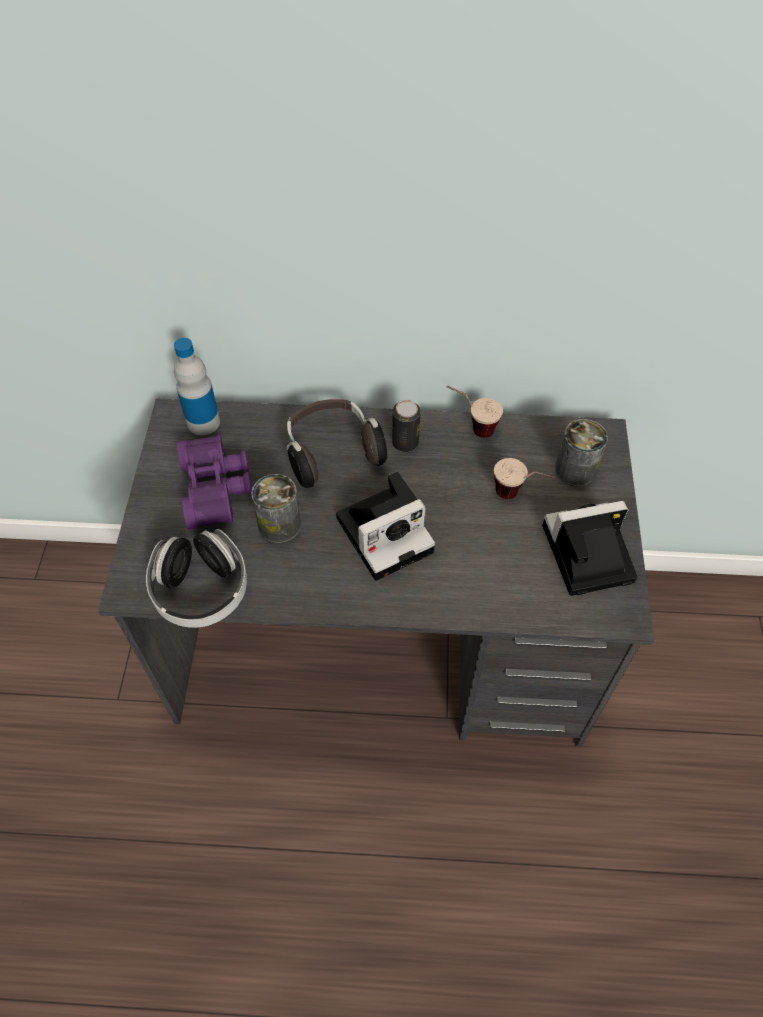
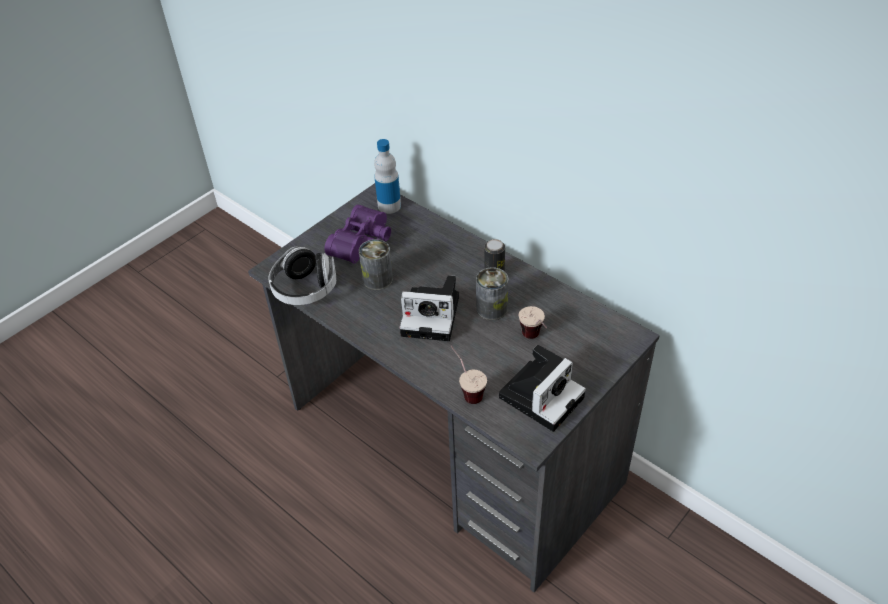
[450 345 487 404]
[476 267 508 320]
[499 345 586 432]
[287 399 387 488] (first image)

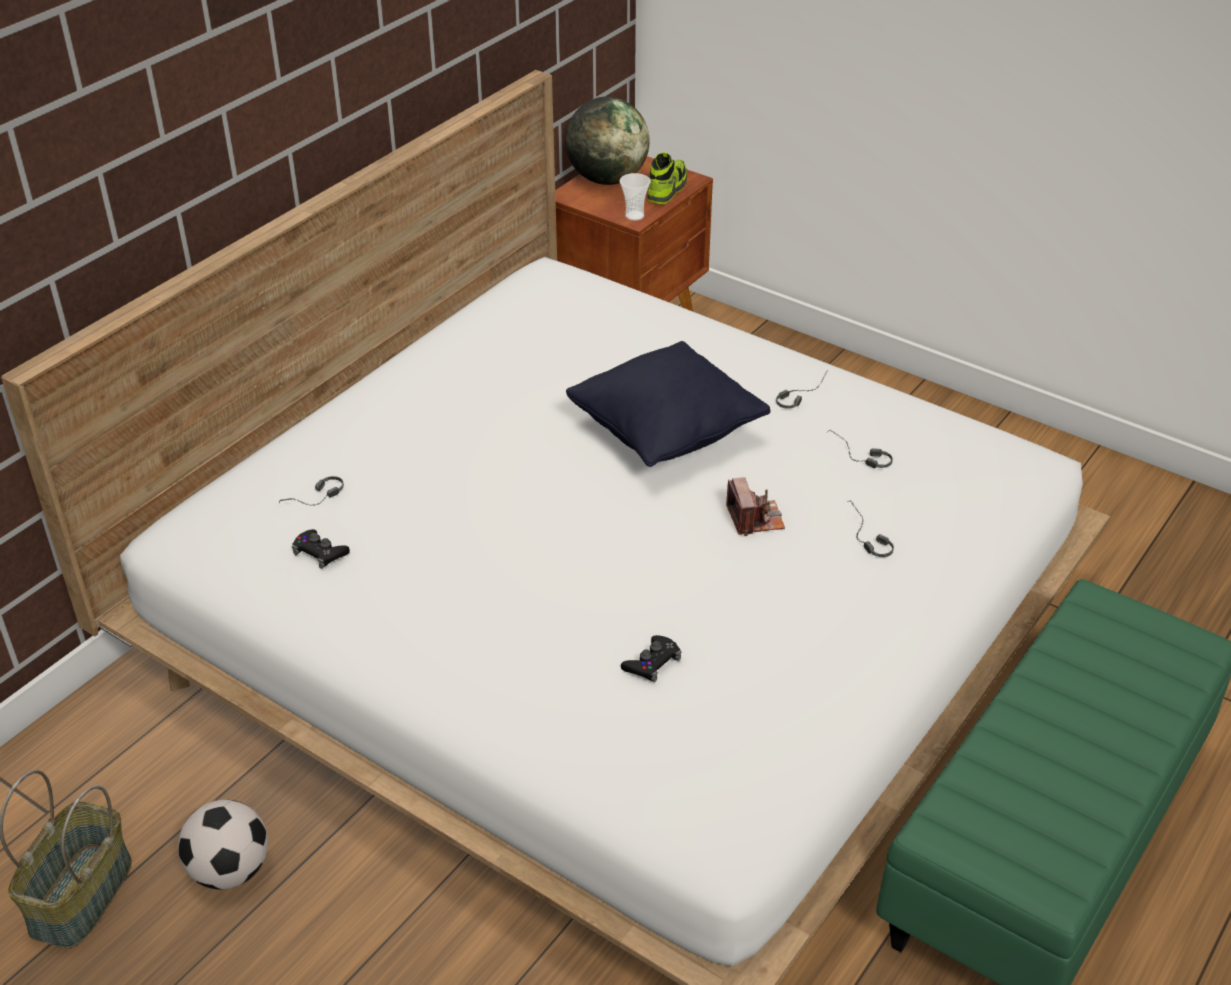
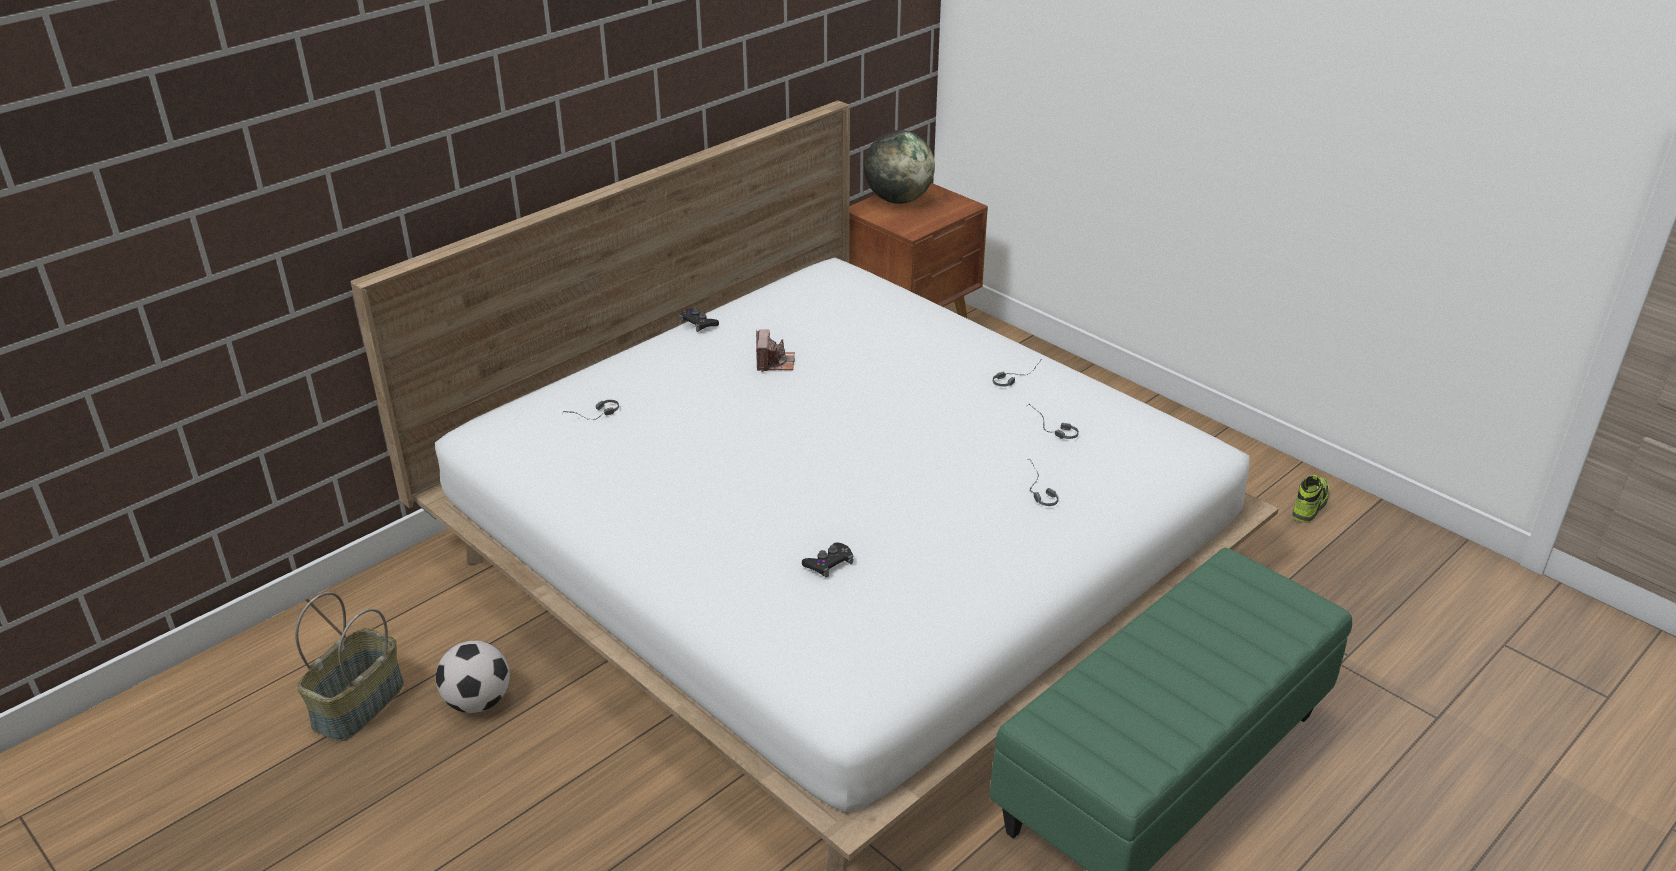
[679 308 719 332]
[756 329 795 372]
[1292 475 1329 523]
[566 341 770 467] (first image)
[620 173 651 221] (first image)

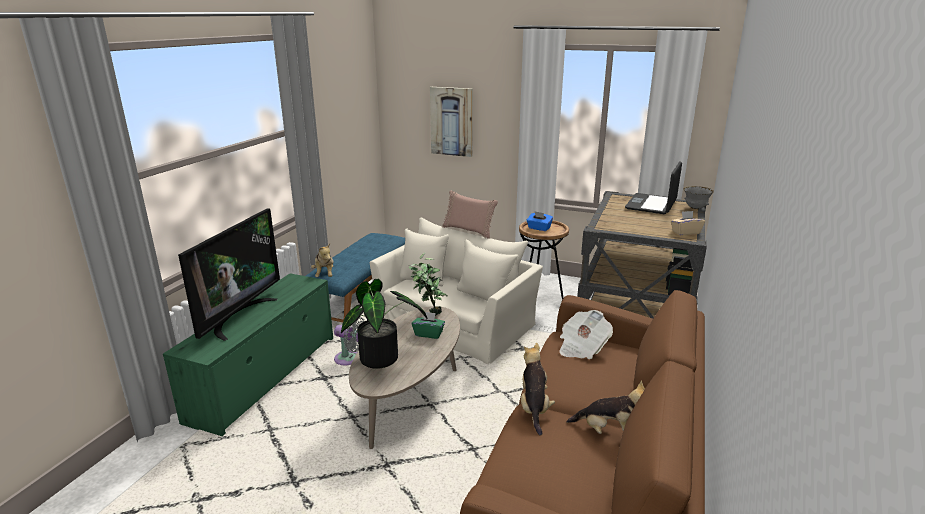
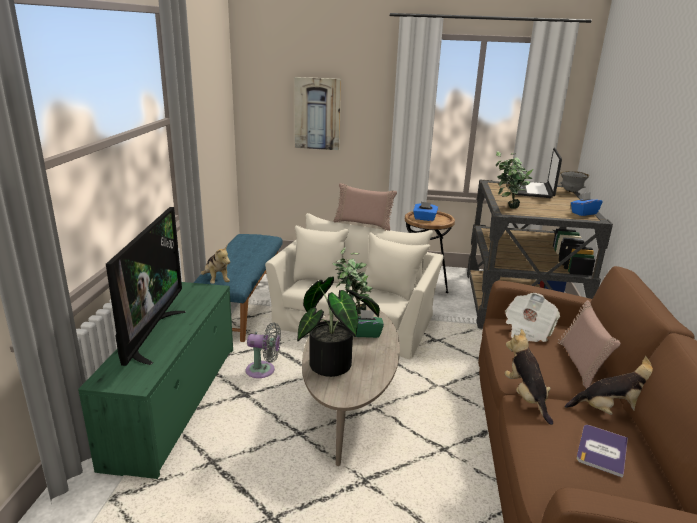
[496 151 533 209]
[558 300 621 389]
[571 192 603 216]
[576 425 628 478]

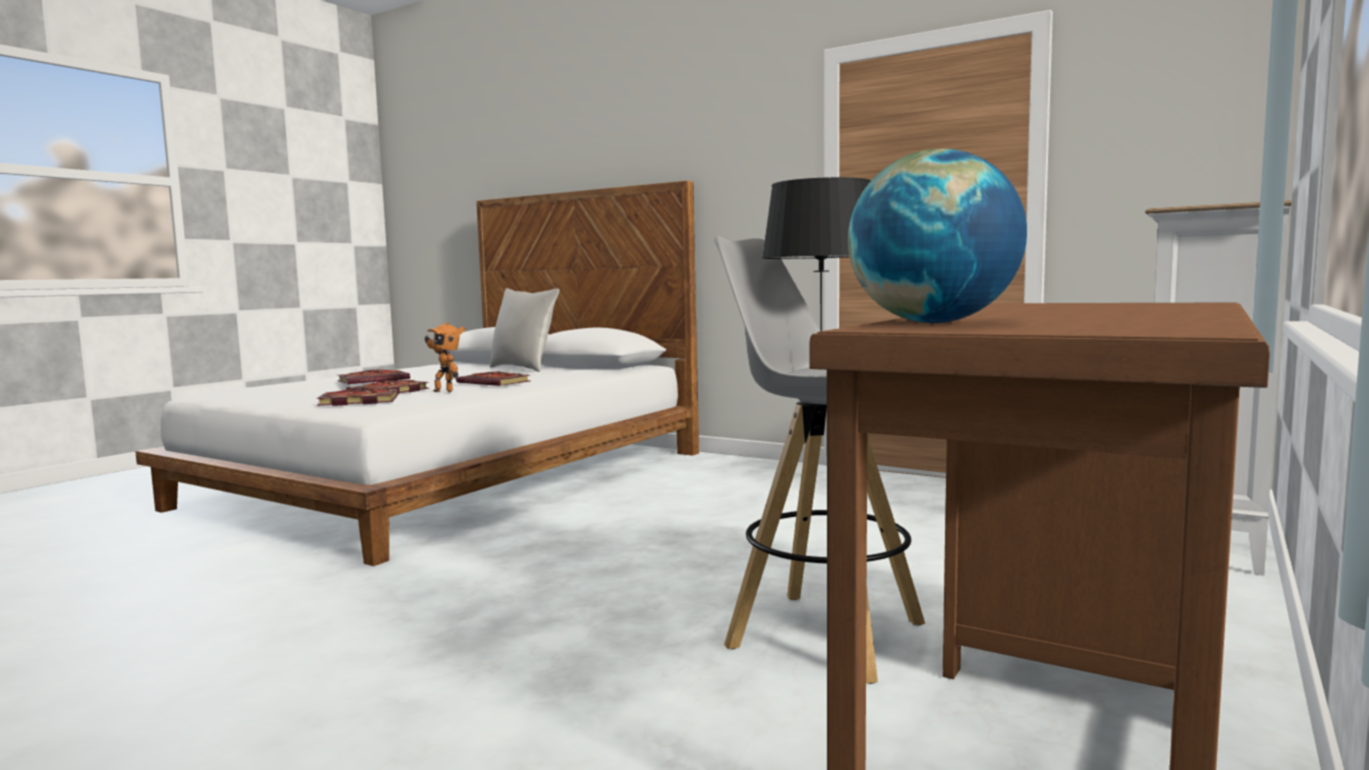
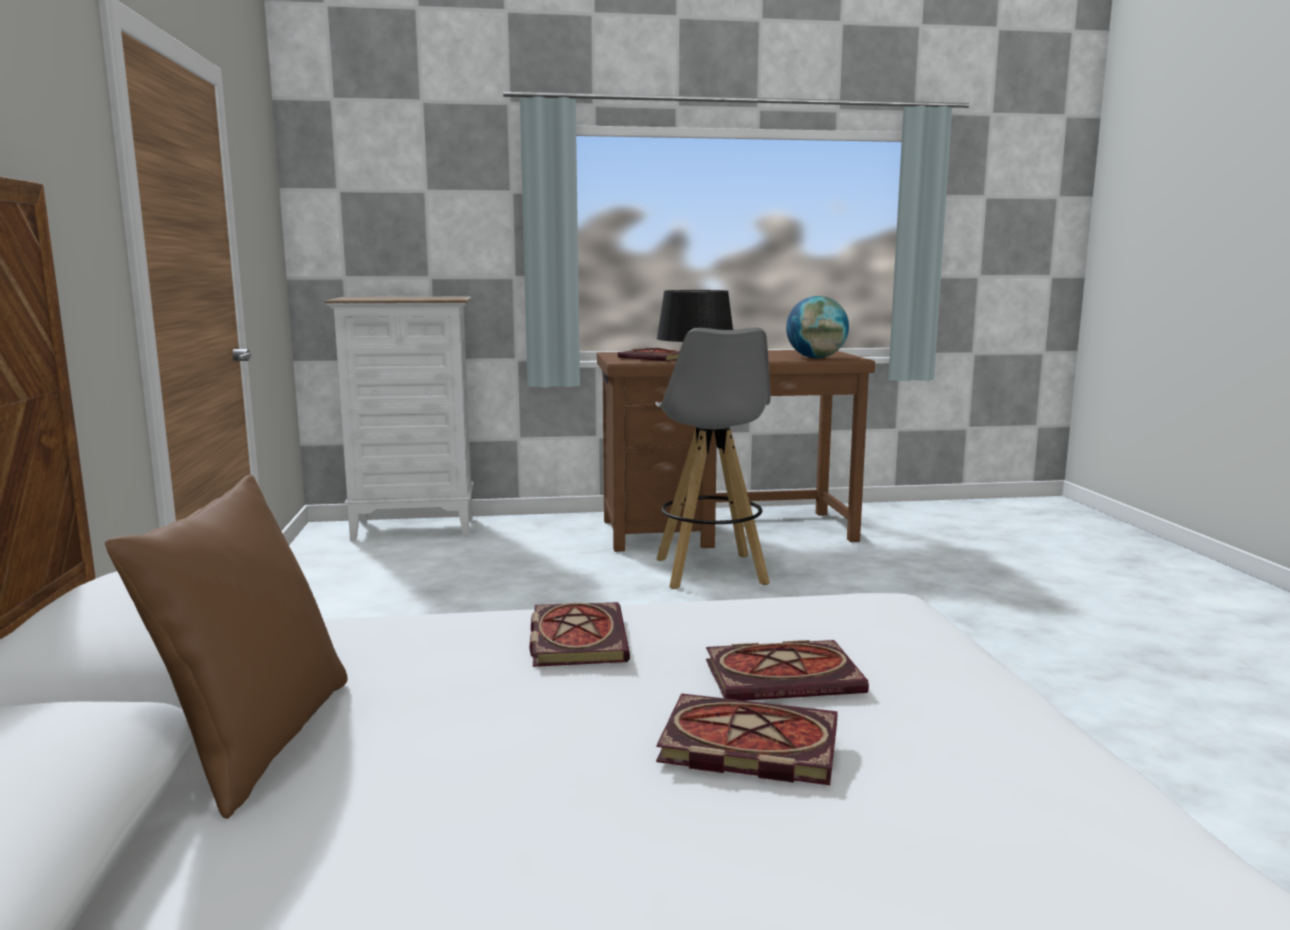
[105 475 348 819]
[618 348 680 361]
[424 322 465 392] (first image)

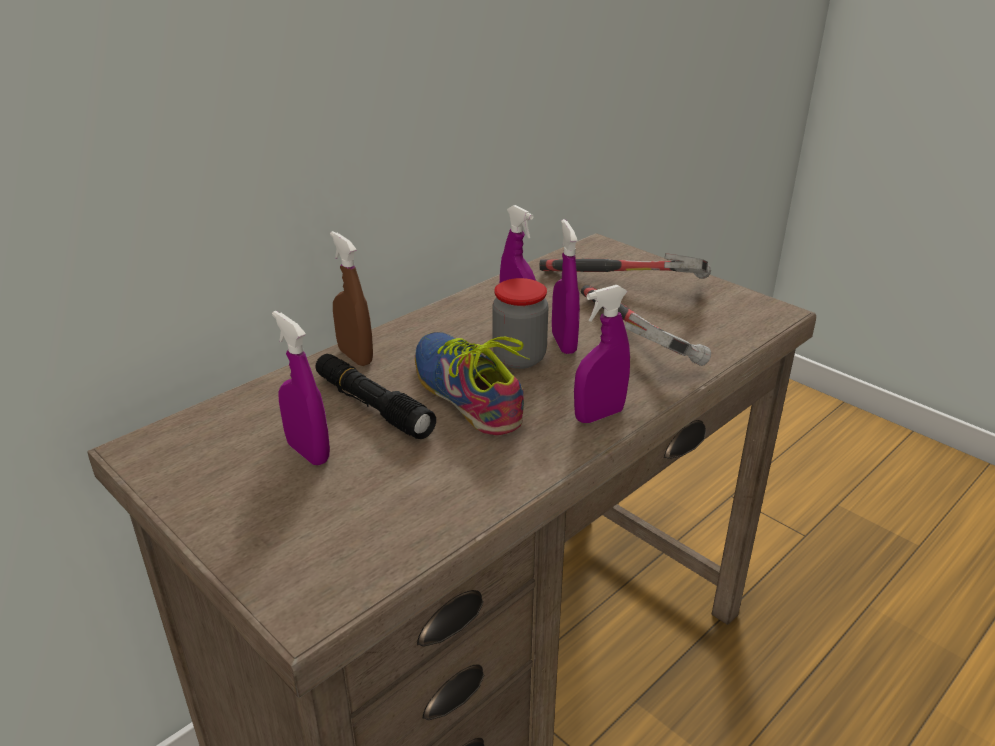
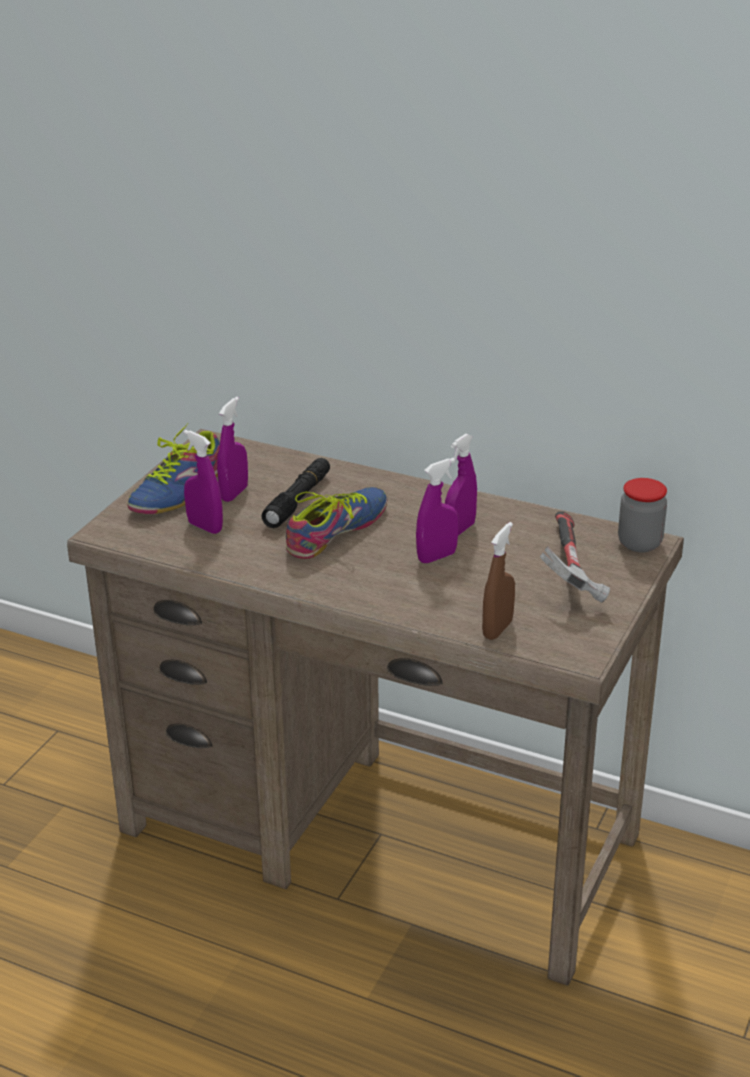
[127 423 220 514]
[184 430 223 534]
[482 522 515 640]
[618 478 667 552]
[581 285 711 366] (first image)

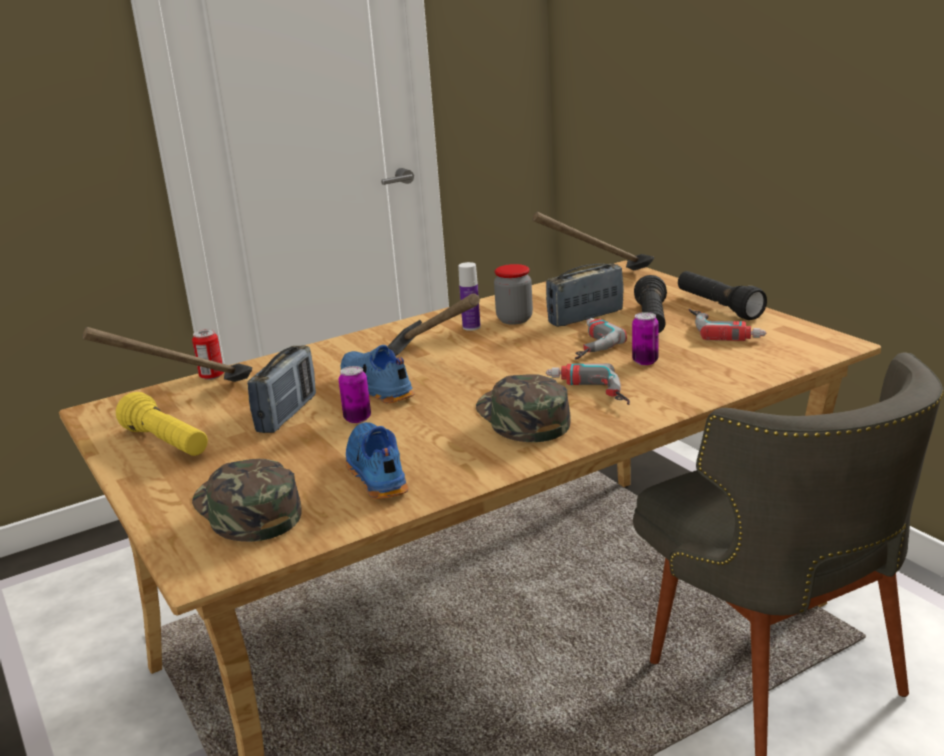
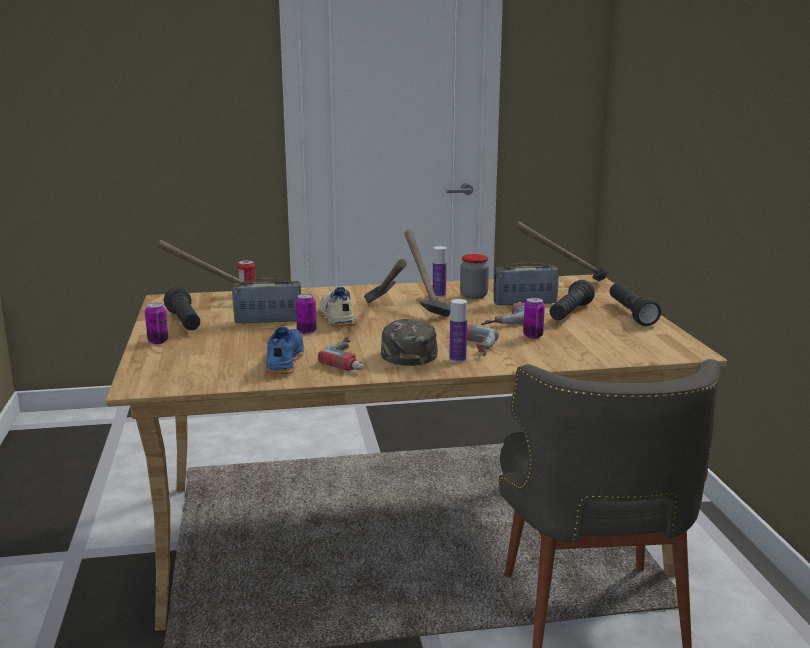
[145 302 168 344]
[164 287 200 330]
[232 278 301 324]
[318 337 364 371]
[319 286 356 327]
[404 230 451 317]
[449 299 467 363]
[192 459 302 542] (first image)

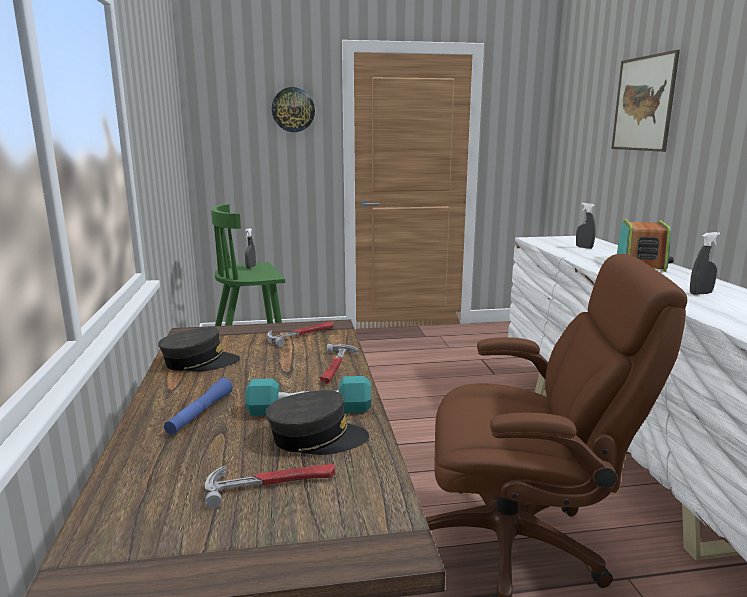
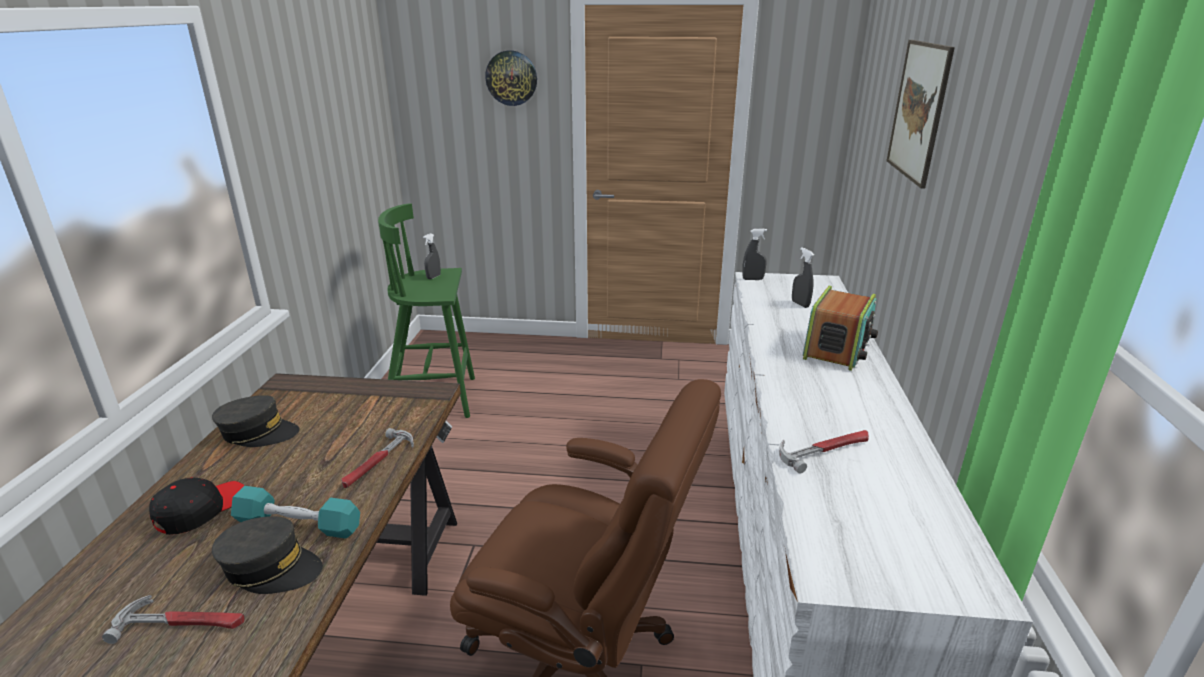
[149 477 245 535]
[742 229 767 280]
[779 430 869 474]

